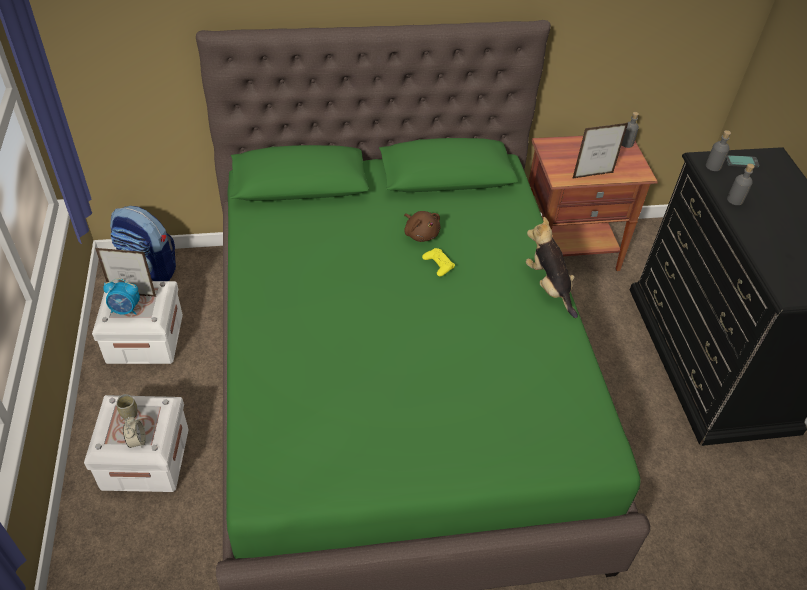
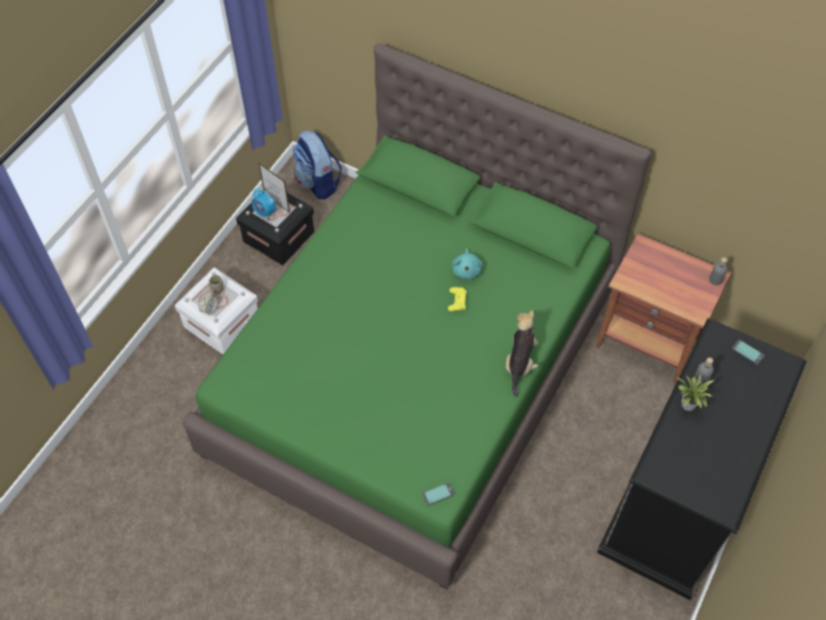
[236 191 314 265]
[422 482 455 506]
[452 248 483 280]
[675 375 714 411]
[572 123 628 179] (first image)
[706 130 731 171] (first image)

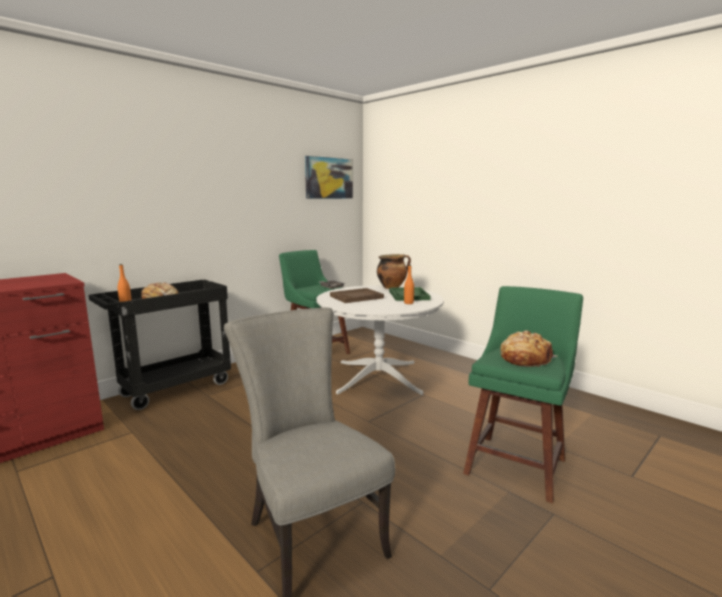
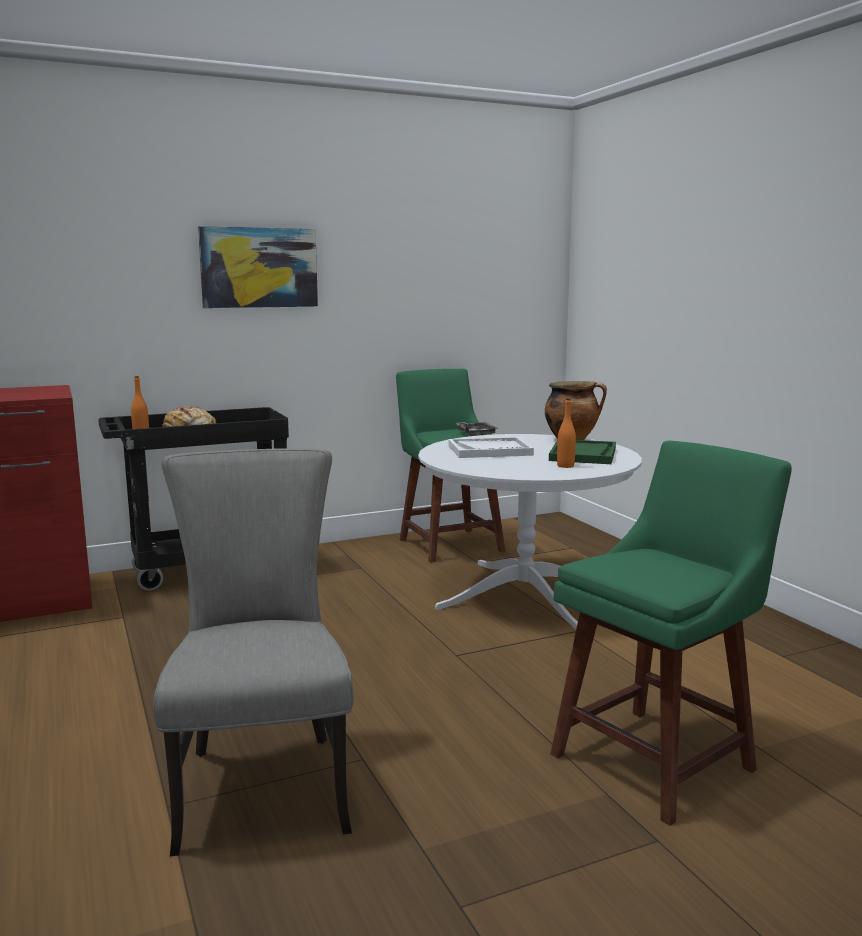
[198 226 318 308]
[448 437 534 458]
[500 330 557 367] (first image)

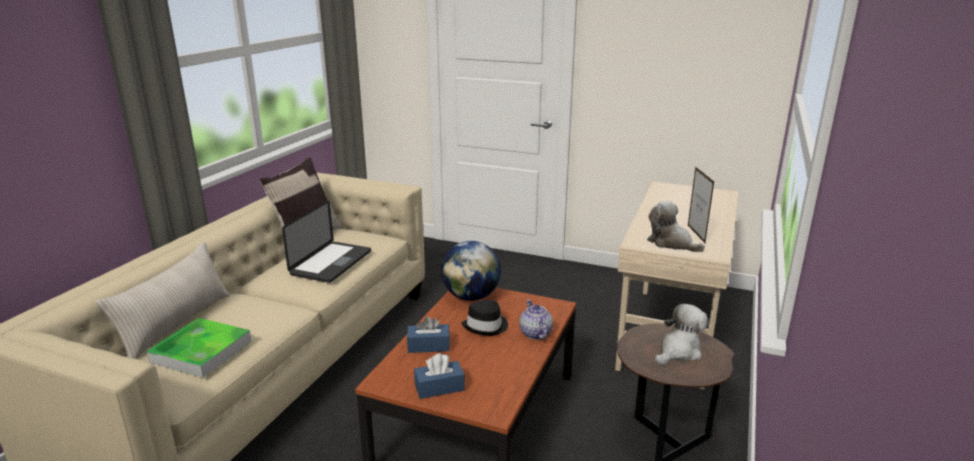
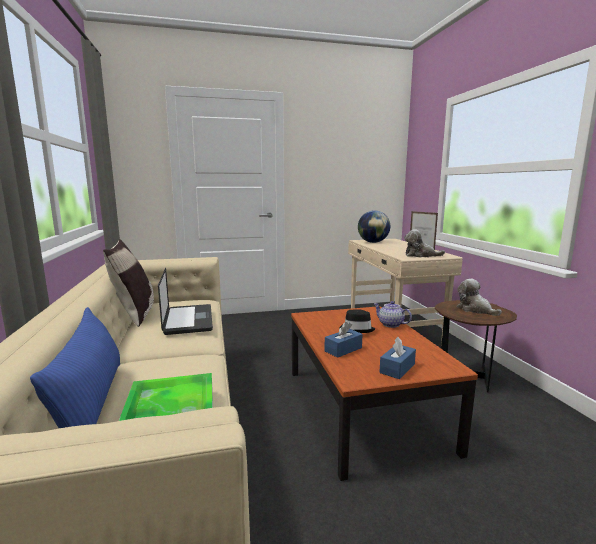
[30 307 120 428]
[358 210 390 243]
[456 279 502 316]

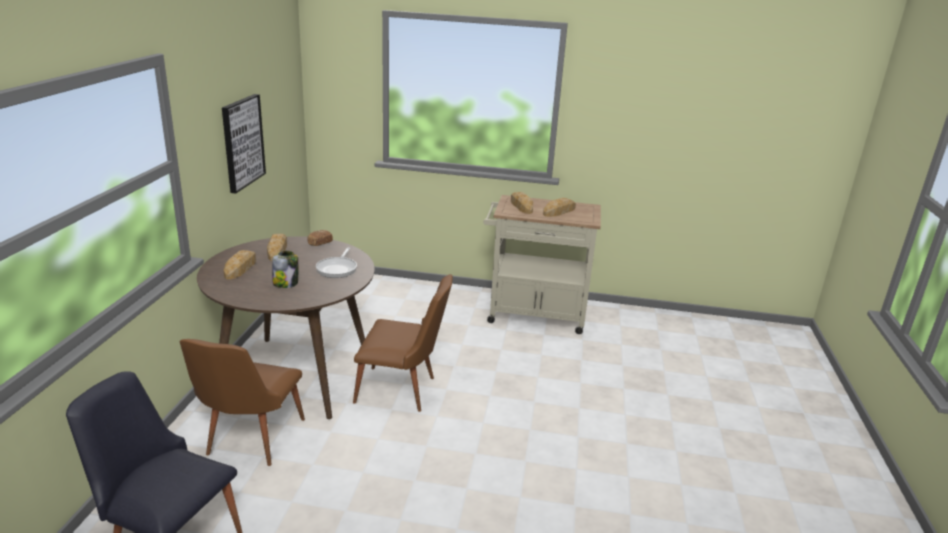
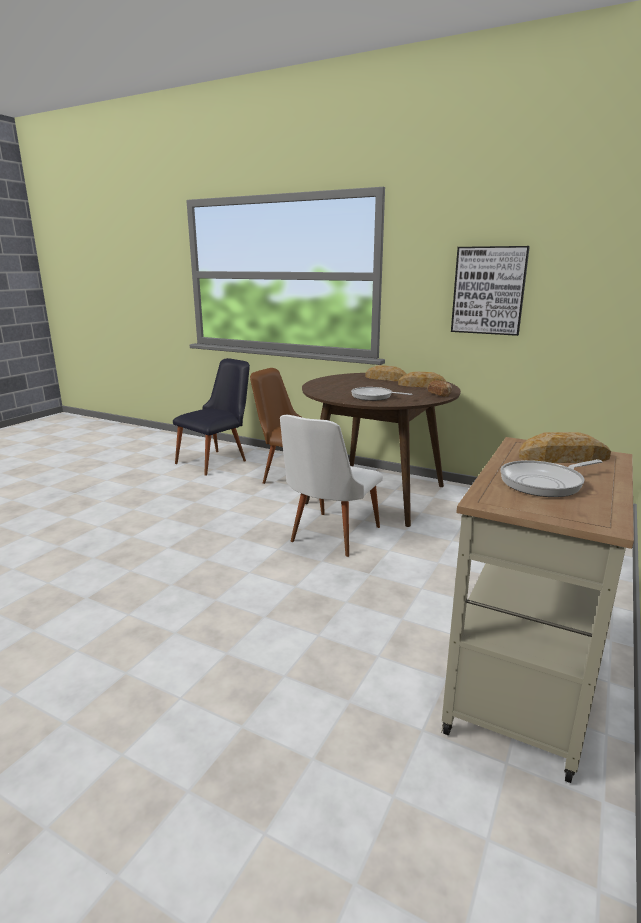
[280 415 383 557]
[500 459 603 497]
[272 251 299 288] (first image)

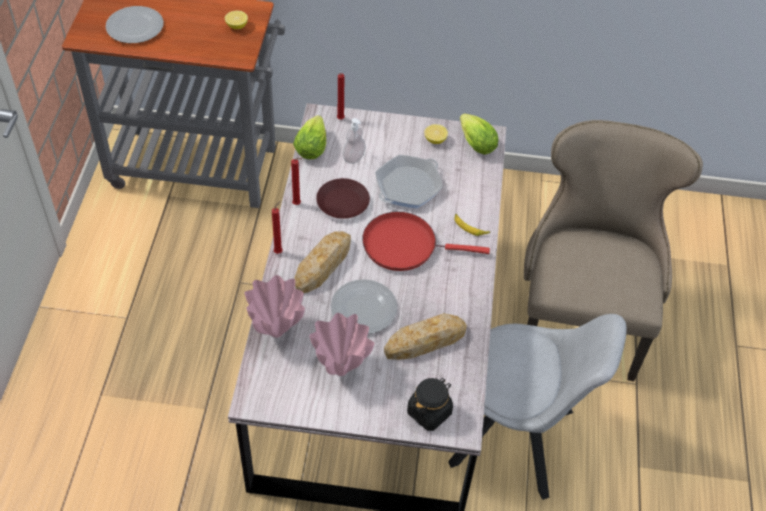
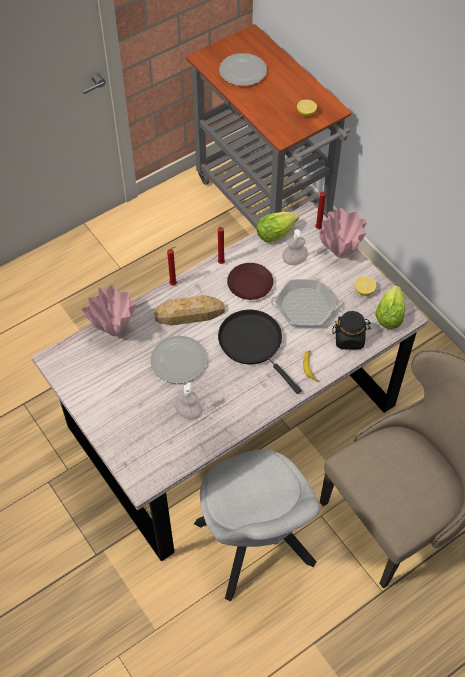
[174 383 203 419]
[218 310 302 394]
[319 208 367 258]
[332 311 371 349]

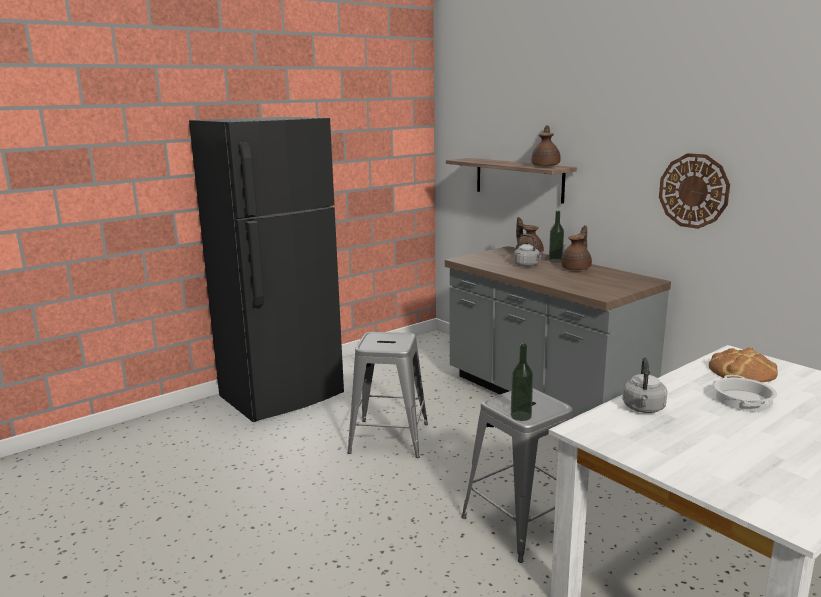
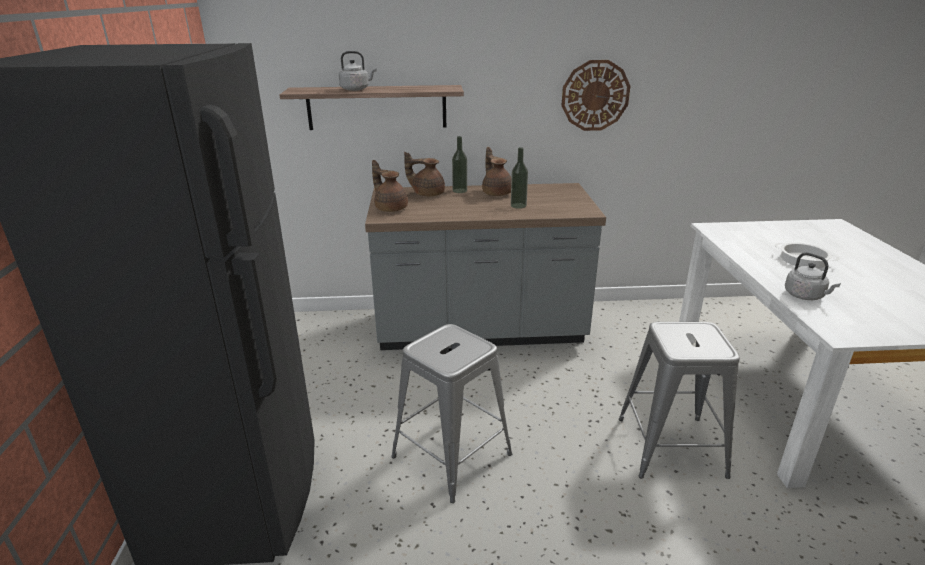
[339 51 377 91]
[372 160 408 212]
[511 147 528 209]
[709 347 778 382] (first image)

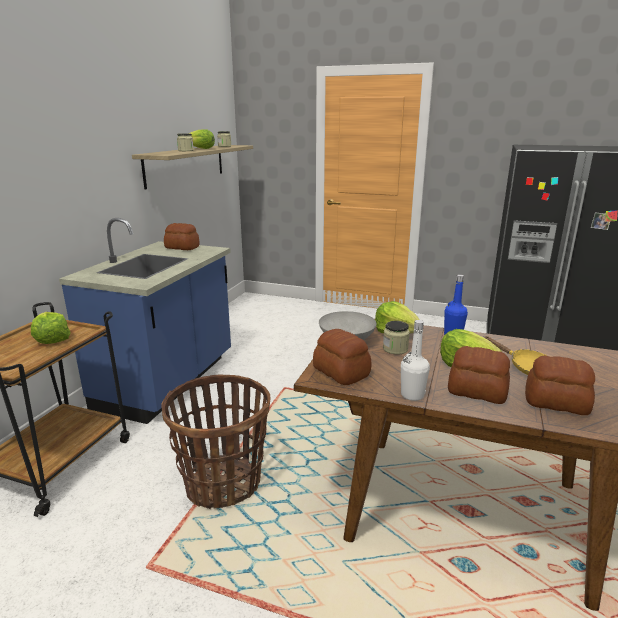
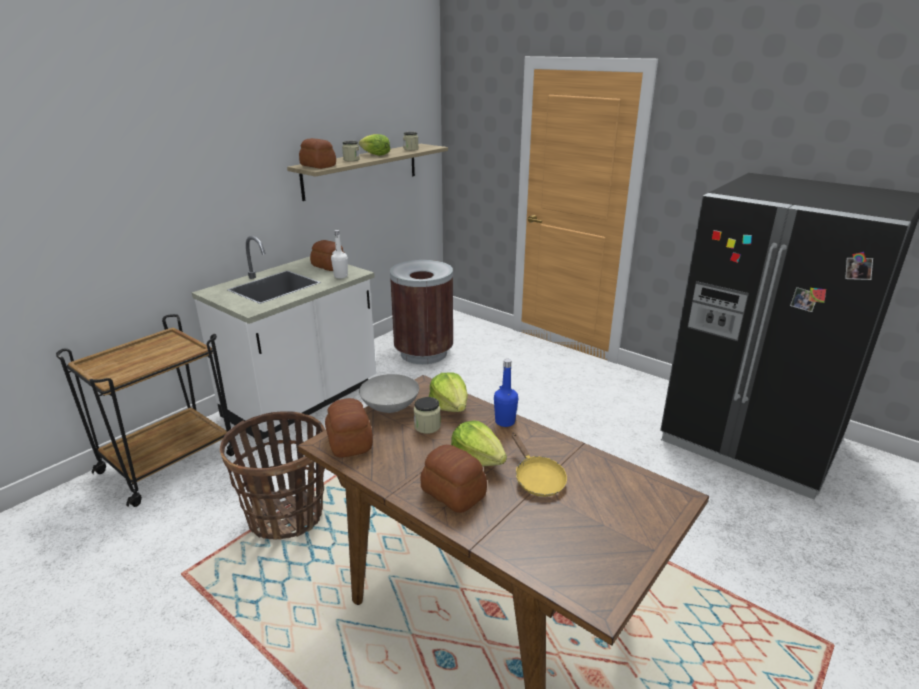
[192 236 376 440]
[299 138 336 169]
[331 230 348 278]
[390 260 453 364]
[31 312 71 344] (first image)

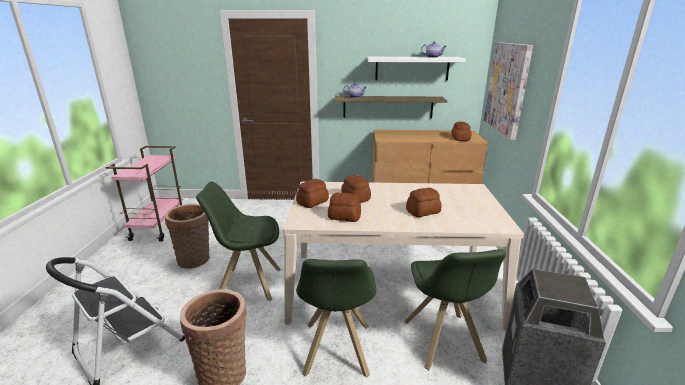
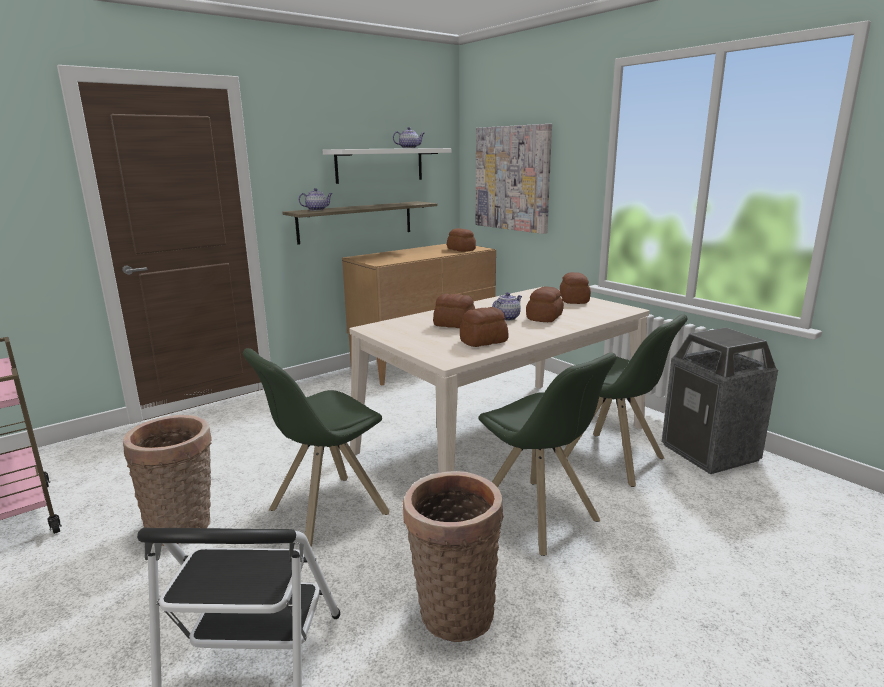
[492 292 522 321]
[560 272 591 304]

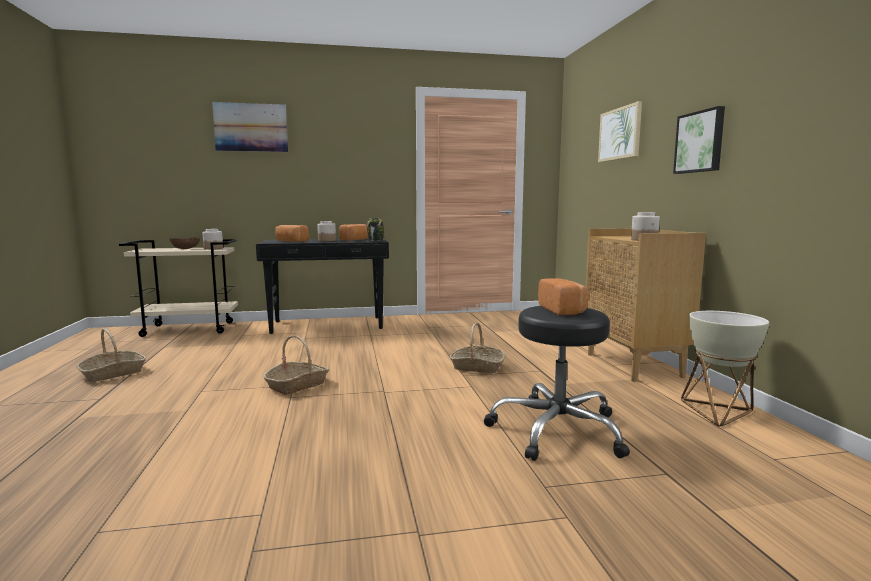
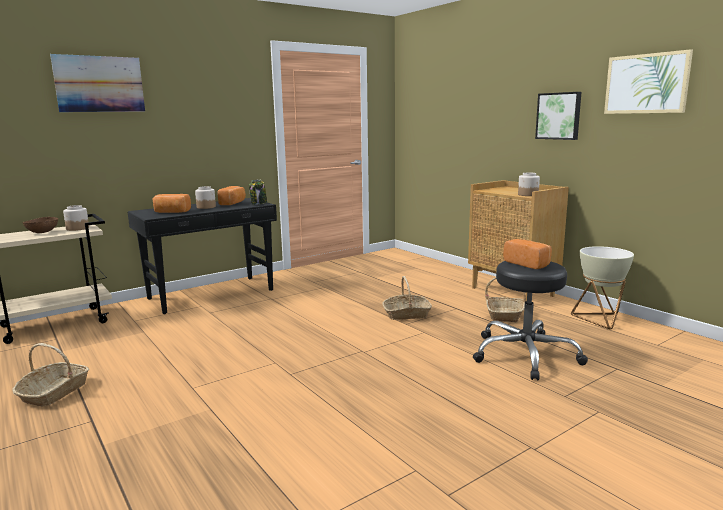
[485 277 526 322]
[604 49 693 114]

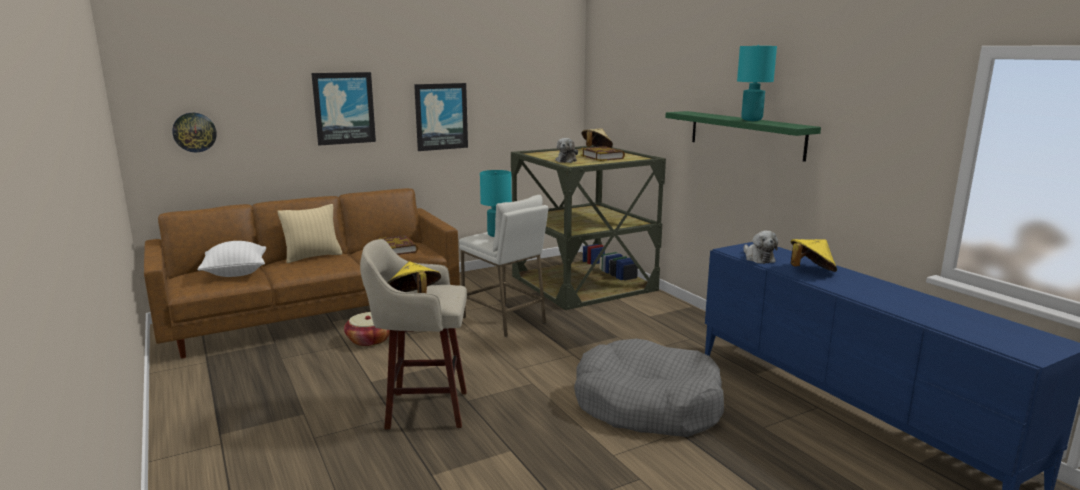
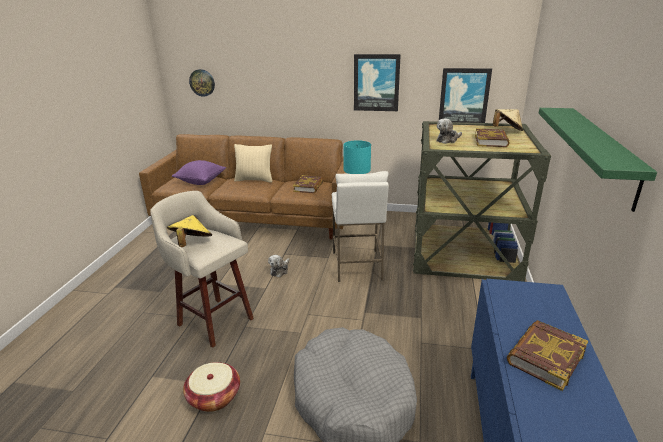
[172 160 226 185]
[183 362 240 412]
[268 255 290 277]
[439 68 492 123]
[507 320 588 391]
[737 45 777 121] (first image)

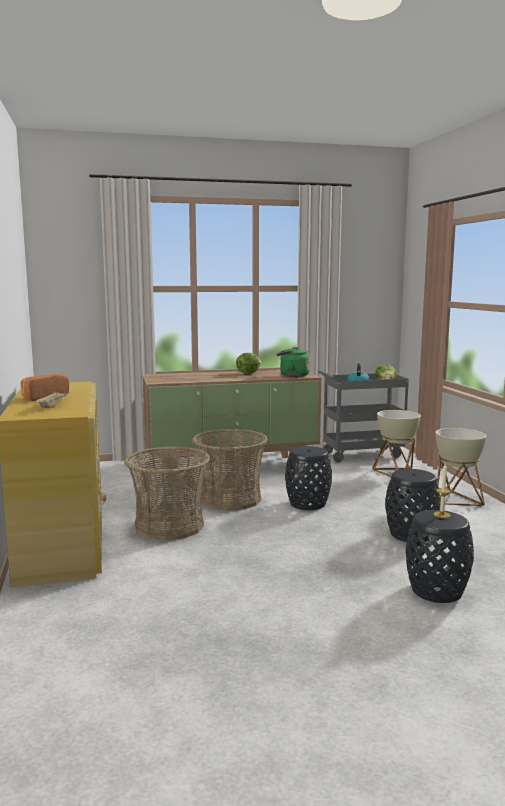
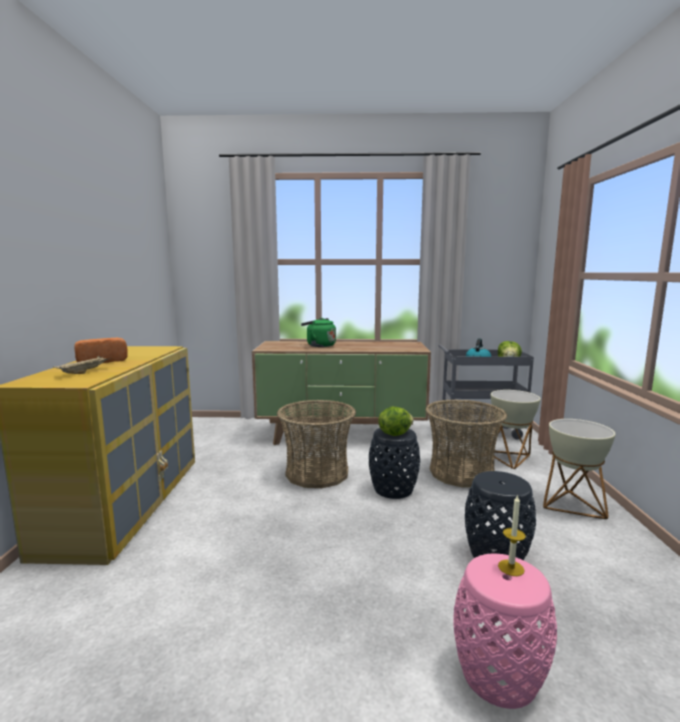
[301 318 336 347]
[378 407 414 436]
[425 399 507 488]
[453 554 557 709]

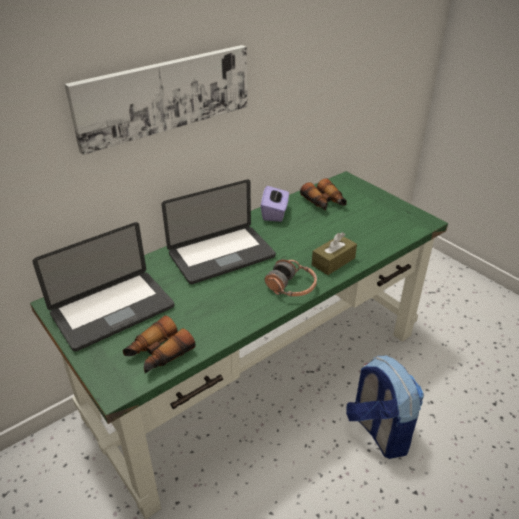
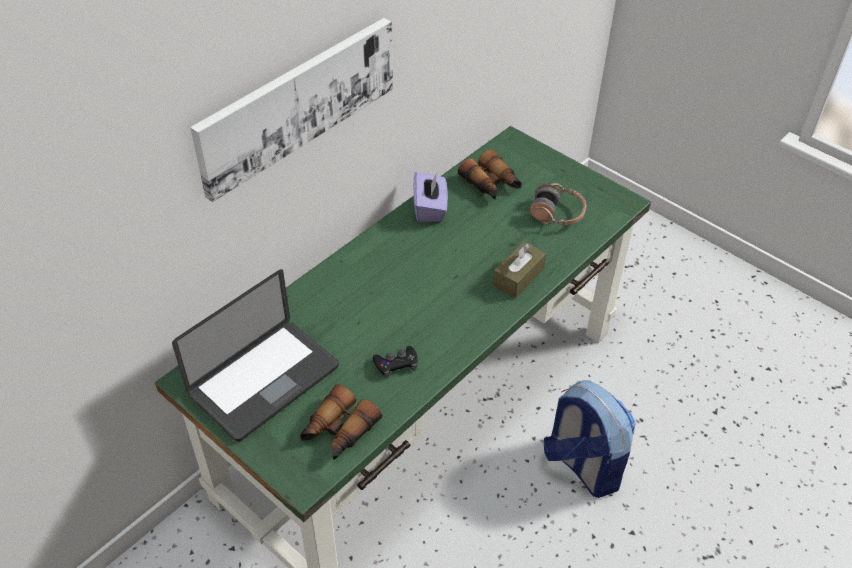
[373 346 418 378]
[530 183 586 225]
[161 179 276 284] (first image)

